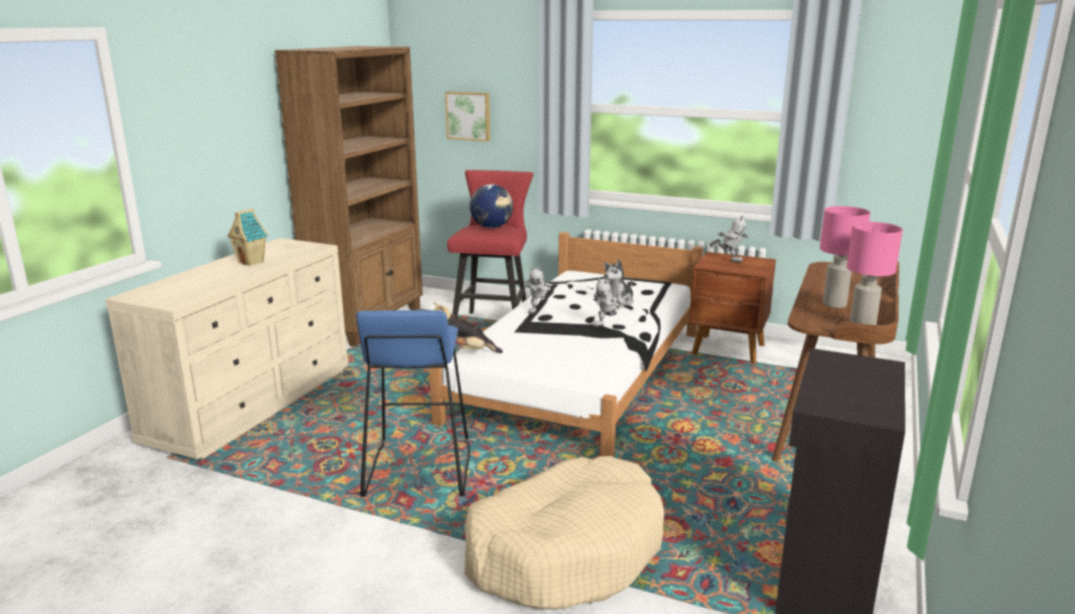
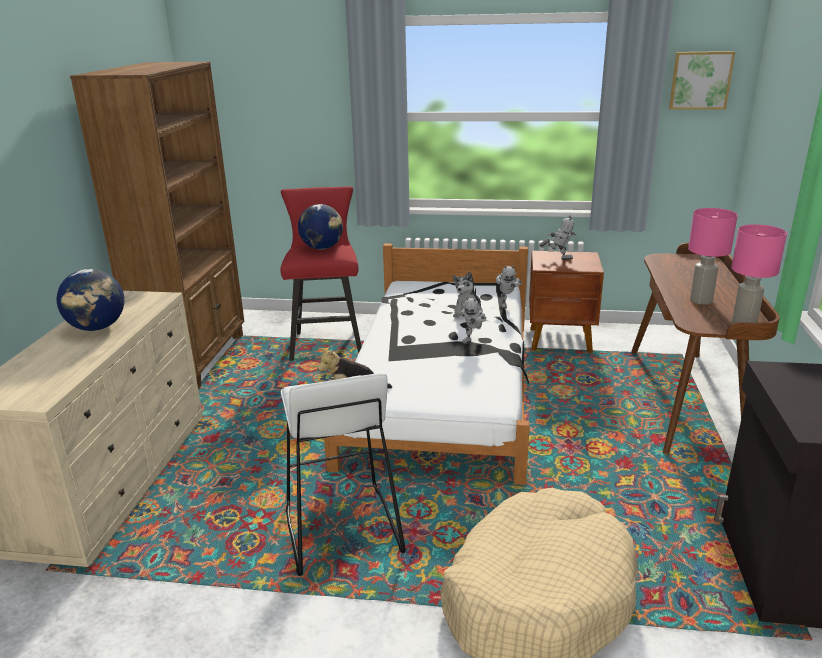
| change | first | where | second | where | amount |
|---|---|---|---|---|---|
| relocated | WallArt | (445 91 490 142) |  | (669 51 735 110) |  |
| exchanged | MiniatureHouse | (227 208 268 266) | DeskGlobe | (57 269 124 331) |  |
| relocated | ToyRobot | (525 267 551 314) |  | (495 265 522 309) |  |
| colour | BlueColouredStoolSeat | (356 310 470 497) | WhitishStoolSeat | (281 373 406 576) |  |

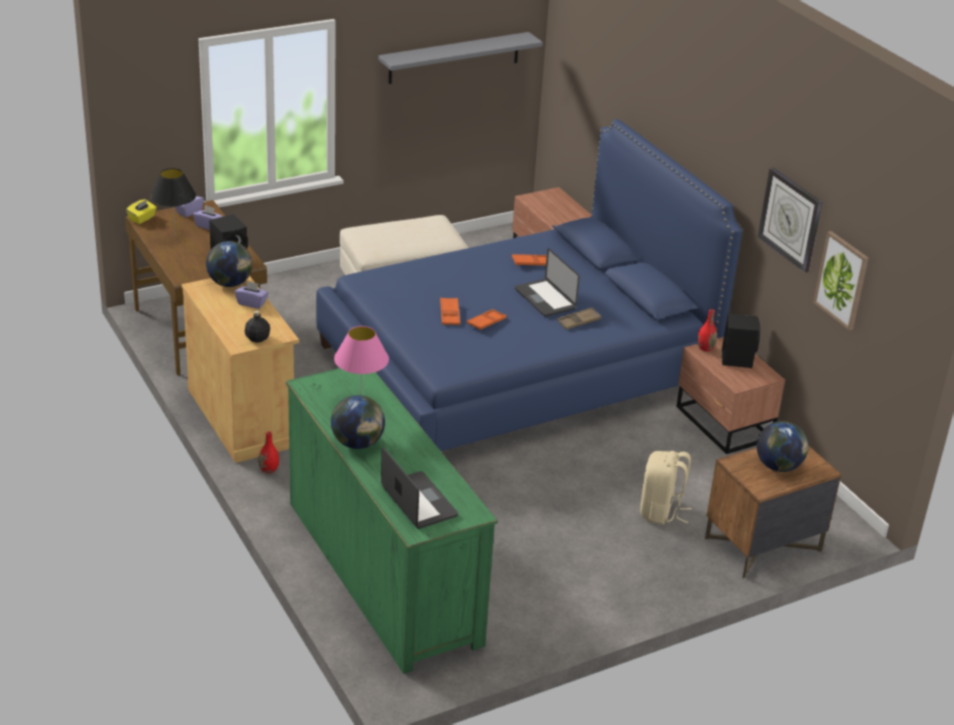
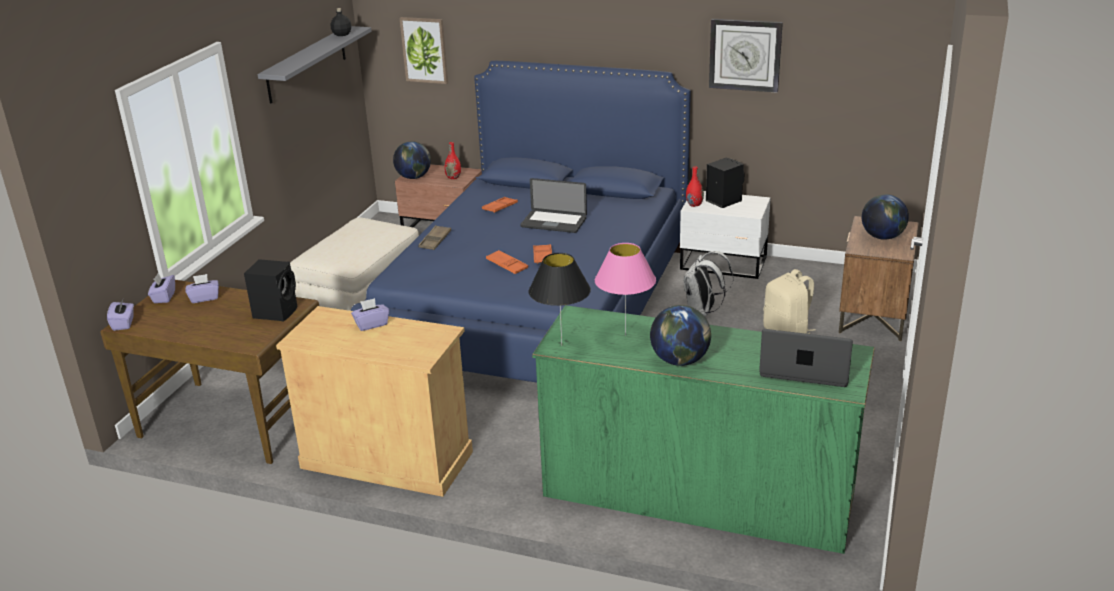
| change | first | where | second | where | amount |
|---|---|---|---|---|---|
| relocated | BlackishTabletopLamp | (150 168 196 237) |  | (529 253 591 346) |  |
| colour | YellowTissueBox | (126 199 157 224) | PurpleColouredTissueBox | (107 299 134 331) |  |
| relocated | WallArt | (813 231 869 330) |  | (400 17 448 84) |  |
| relocated | DeskGlobe | (206 241 253 287) |  | (393 141 431 179) |  |
| relocated | BrownColouredCarryingTray | (557 307 601 330) |  | (418 225 451 250) |  |
| relocated | BlackishDrinkBottle | (245 310 270 343) |  | (331 8 352 36) |  |
| colour | BrownColouredNightstand | (676 337 785 454) | WhitishNightstand | (680 191 771 279) |  |
| relocated | ReddishVase | (258 432 279 474) |  | (444 142 461 179) |  |
| appeared |  |  | WhitishRucksack | (684 251 733 316) |  |

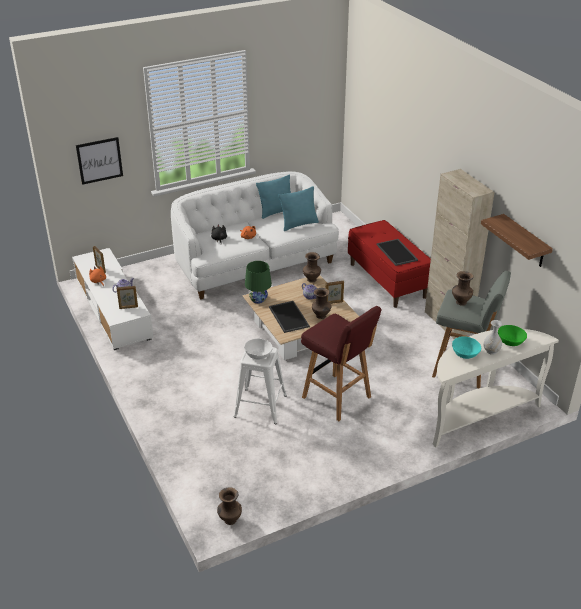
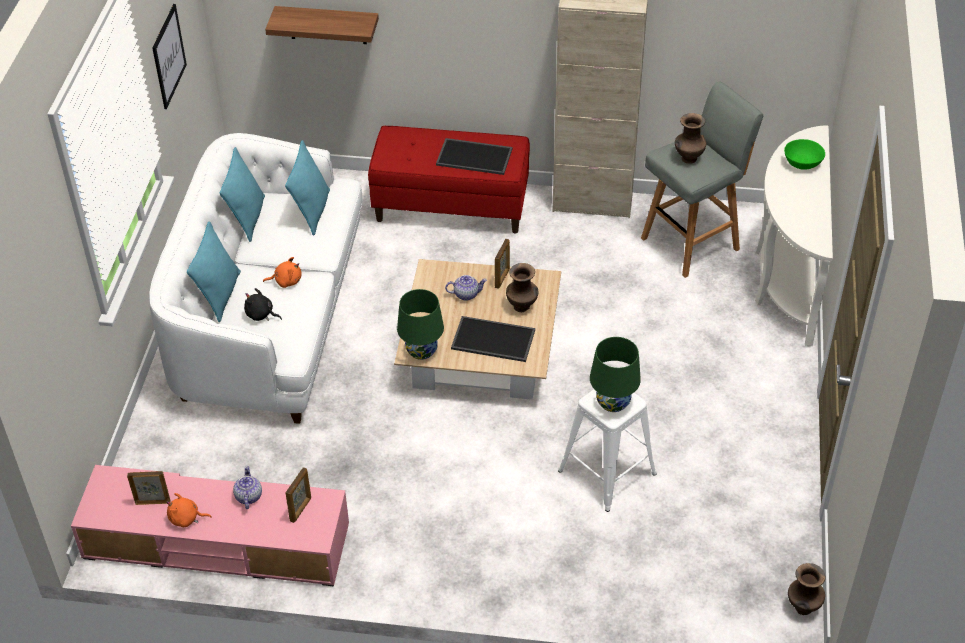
| change | first | where | second | where | amount |
|---|---|---|---|---|---|
| relocated | WallArt | (76 137 123 185) |  | (152 4 187 109) |  |
| relocated | BracketShelf | (481 214 553 267) |  | (265 6 379 44) |  |
| colour | WhitishTvUnit | (72 248 153 350) | PinkishTvUnit | (71 465 349 586) |  |
| missing | BrownColouredVase | (303 252 321 283) |  |  |  |
| missing | ReddishStoolSeat | (301 306 382 421) |  |  |  |
| missing | WhitishVase | (484 320 502 355) |  |  |  |
| missing | BlueGreenServingBowl | (452 336 481 359) |  |  |  |
| exchanged | WhitishServingBowl | (244 338 273 360) | GreenTabletopLamp | (590 337 641 412) |  |
| appeared |  |  | BlueGreenPillow | (187 221 241 322) |  |

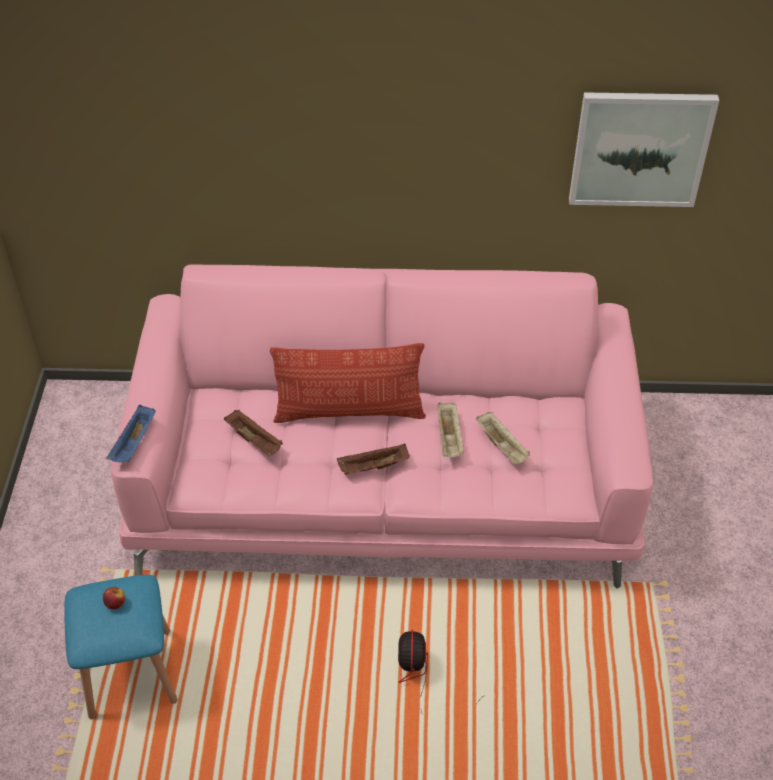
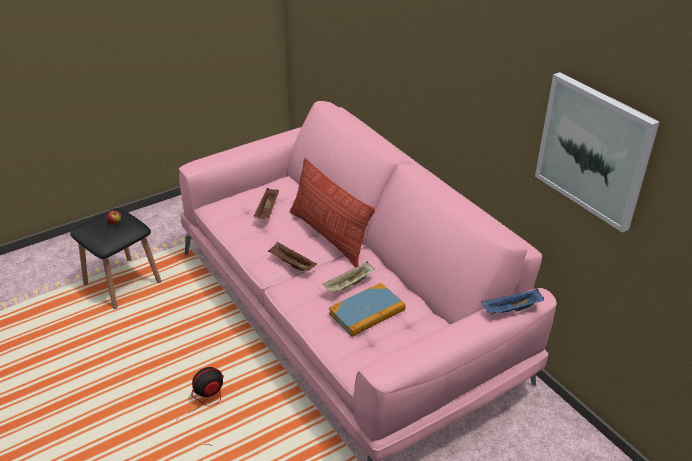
| change | first | where | second | where | amount |
|---|---|---|---|---|---|
| relocated | BlueColouredCarryingTray | (107 405 156 463) |  | (481 289 544 315) |  |
| exchanged | BeigeCarryingTray | (476 412 530 465) | Volume | (329 283 405 337) |  |
| colour | BlueColouredStoolSeat | (64 575 178 719) | BlackishStoolSeat | (70 208 161 309) |  |

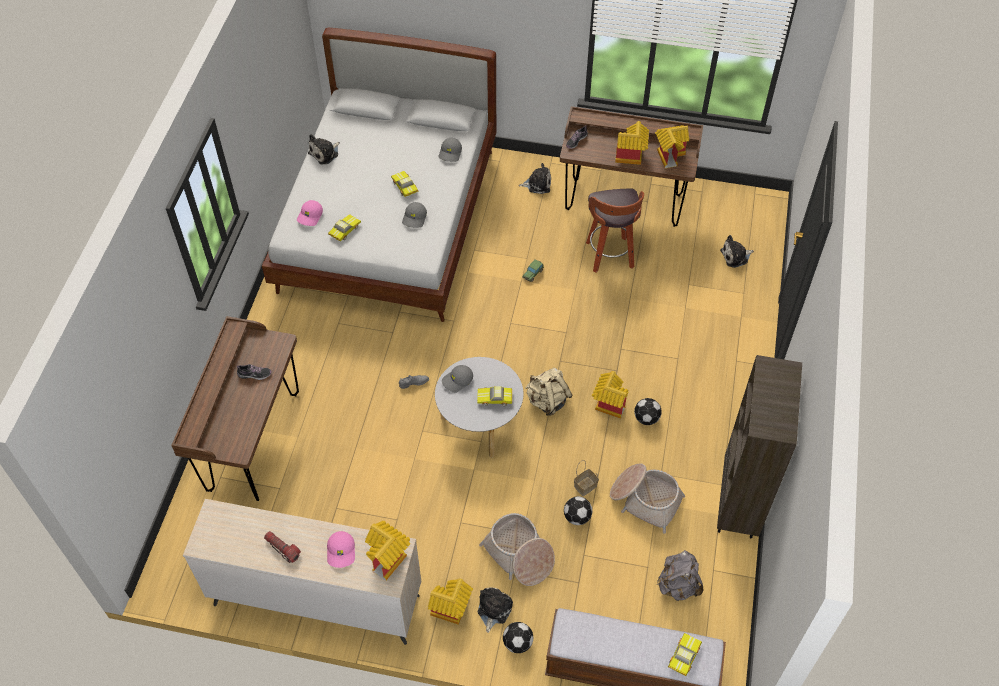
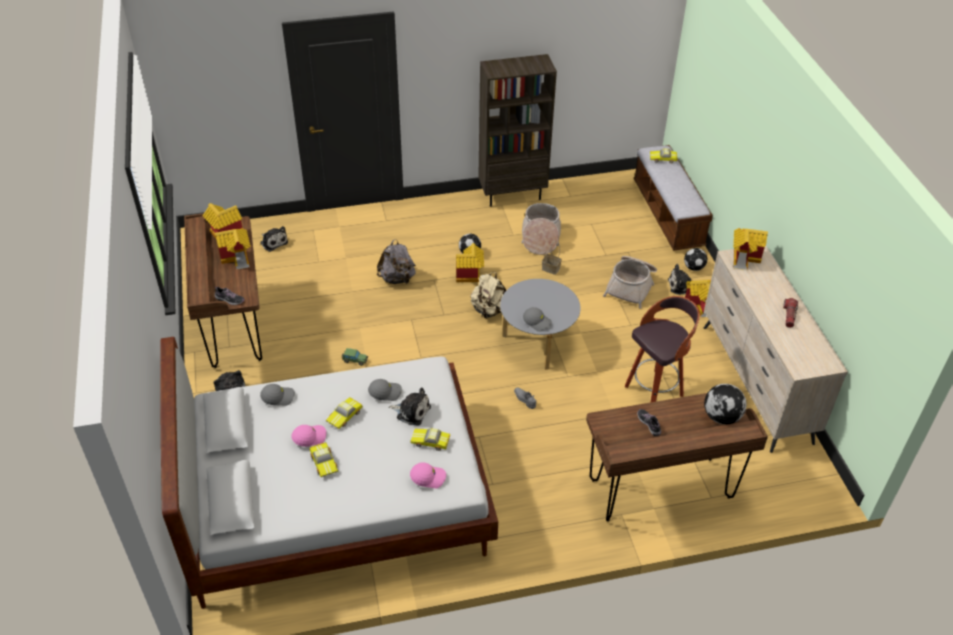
| change | first | where | second | where | amount |
|---|---|---|---|---|---|
| relocated | SoftToy | (308 134 340 165) |  | (389 387 431 426) |  |
| relocated | StoolSeat | (586 188 644 273) |  | (625 296 700 403) |  |
| relocated | ToyCar | (477 386 512 406) |  | (309 442 338 477) |  |
| missing | Football | (564 496 592 525) |  |  |  |
| relocated | PinkishCap | (327 531 355 568) |  | (291 425 326 447) |  |
| relocated | GrayRucksack | (656 550 704 601) |  | (377 239 416 284) |  |
| appeared |  |  | DeskGlobe | (704 384 747 424) |  |

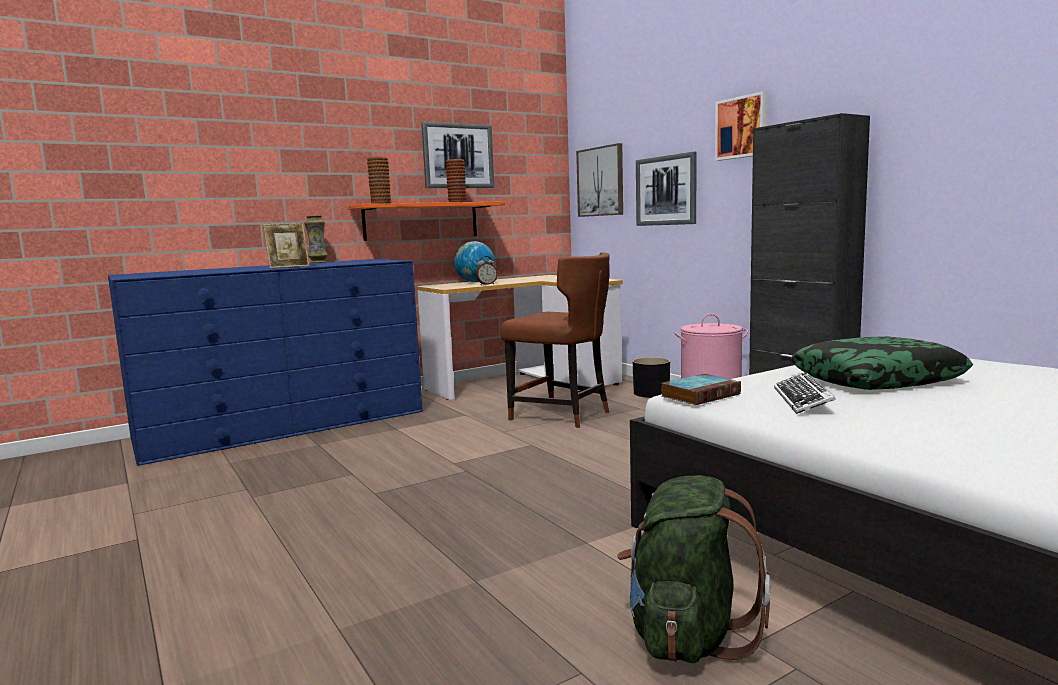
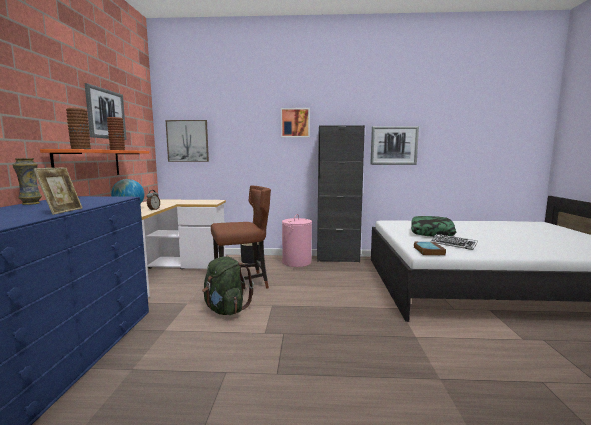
| change | first | where | second | where | amount |
|---|---|---|---|---|---|
| relocated | WallArt | (636 152 696 226) |  | (370 126 419 165) |  |
| relocated | GreenRucksack | (617 475 771 663) |  | (202 256 254 315) |  |

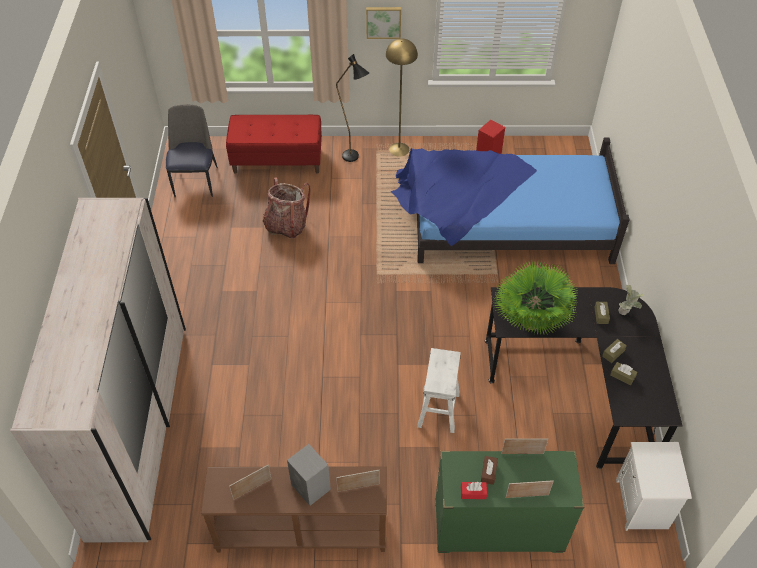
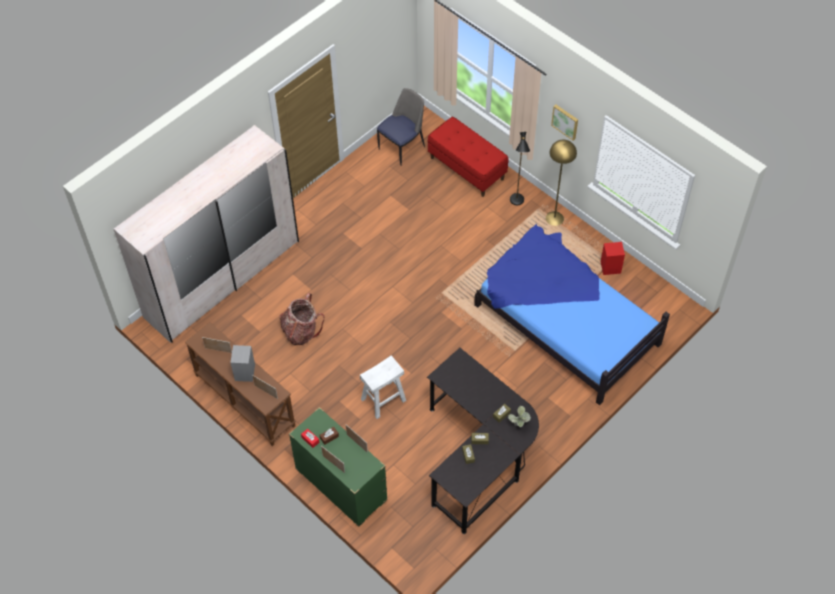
| change | first | where | second | where | amount |
|---|---|---|---|---|---|
| relocated | Rucksack | (263 177 311 238) |  | (279 293 324 345) |  |
| missing | PlantInAPot | (494 260 578 335) |  |  |  |
| missing | WhitishNightstand | (616 442 692 531) |  |  |  |

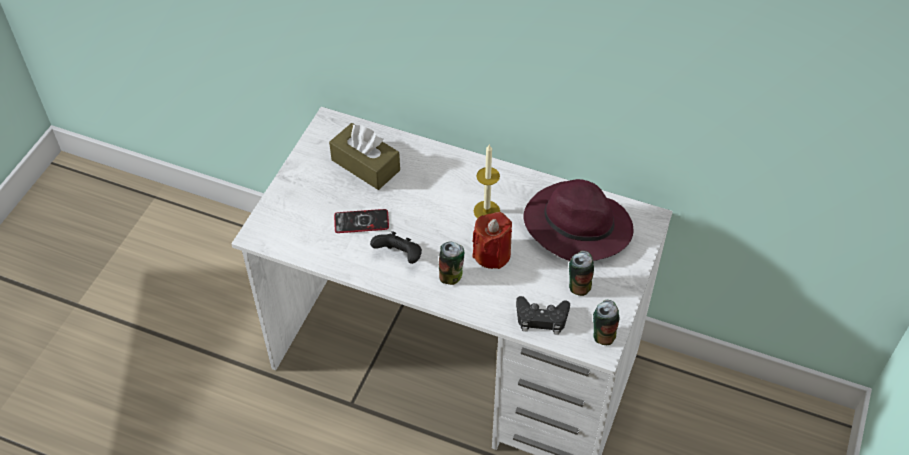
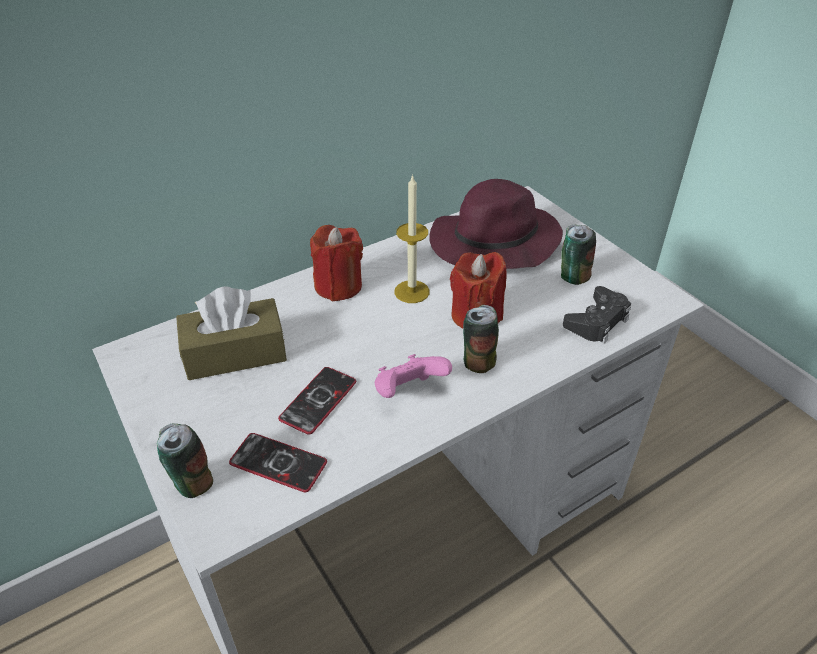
| change | first | where | second | where | amount |
|---|---|---|---|---|---|
| colour | BlackishJoypad | (370 231 422 264) | PinkishJoypad | (375 354 452 398) |  |
| relocated | MetalCan | (593 300 619 345) |  | (157 423 213 498) |  |
| appeared |  |  | ReddishWaxCandle | (310 225 363 301) |  |
| appeared |  |  | Phone | (229 433 327 492) |  |

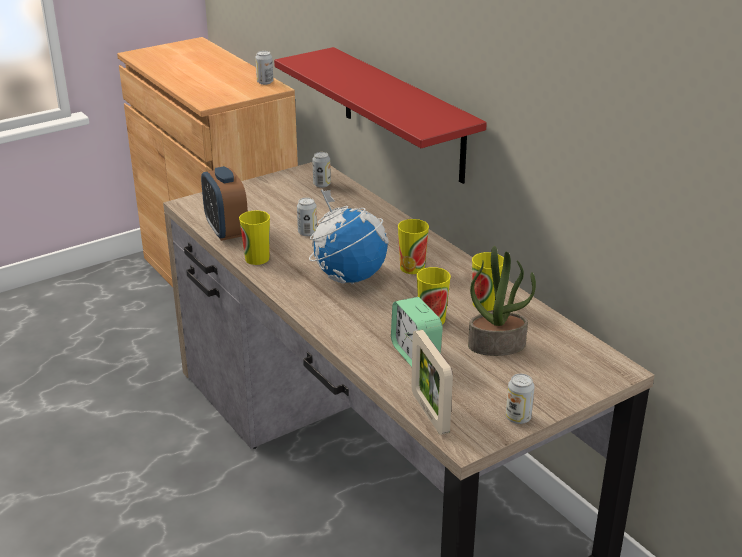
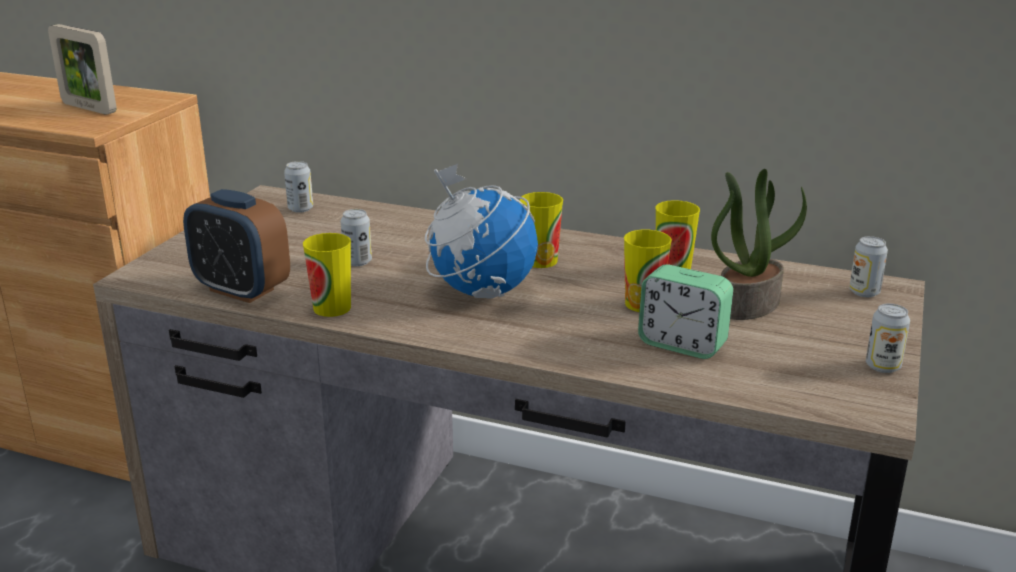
| change | first | where | second | where | amount |
|---|---|---|---|---|---|
| missing | ReddishBracketShelf | (274 47 487 184) |  |  |  |
| relocated | MetalCan | (255 51 273 85) |  | (849 236 888 297) |  |
| relocated | StandingFrame | (411 330 453 435) |  | (48 24 117 115) |  |

